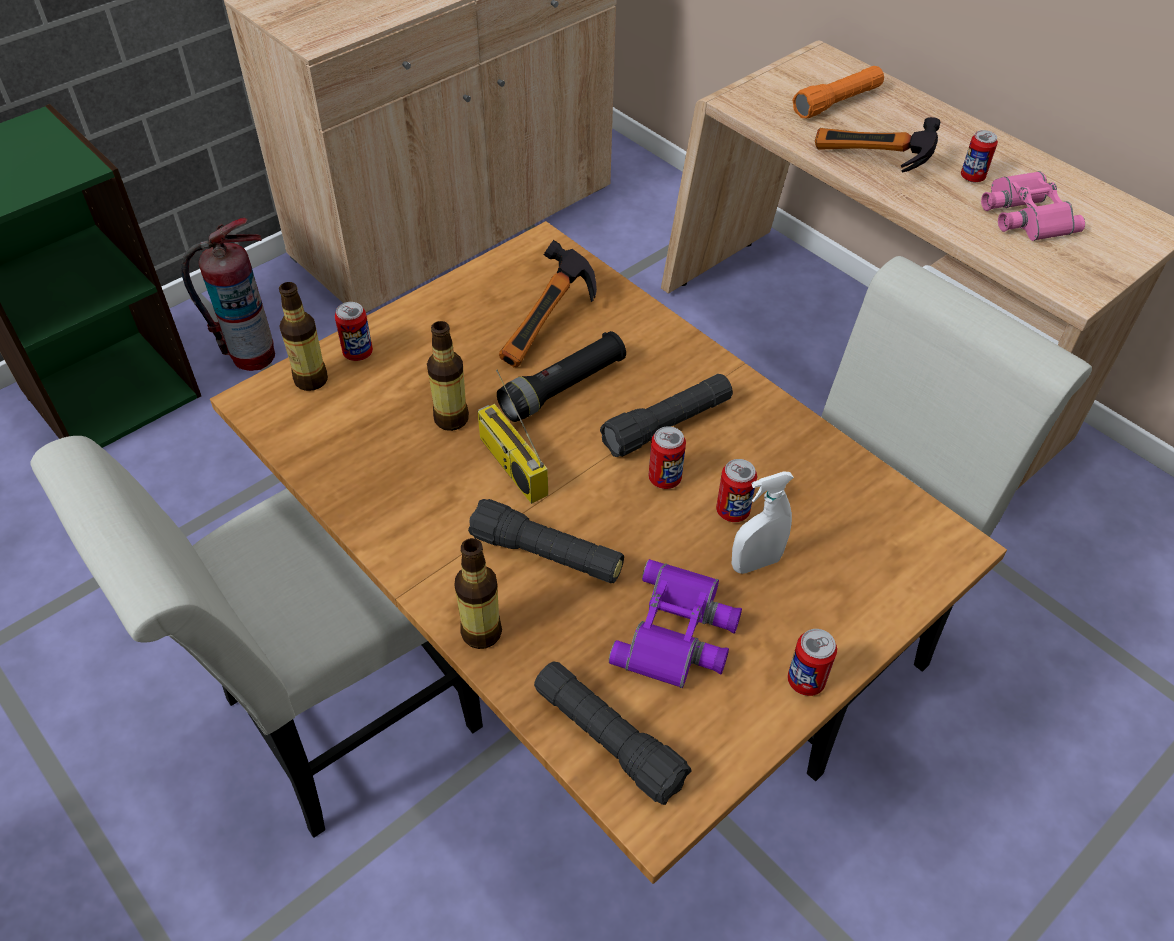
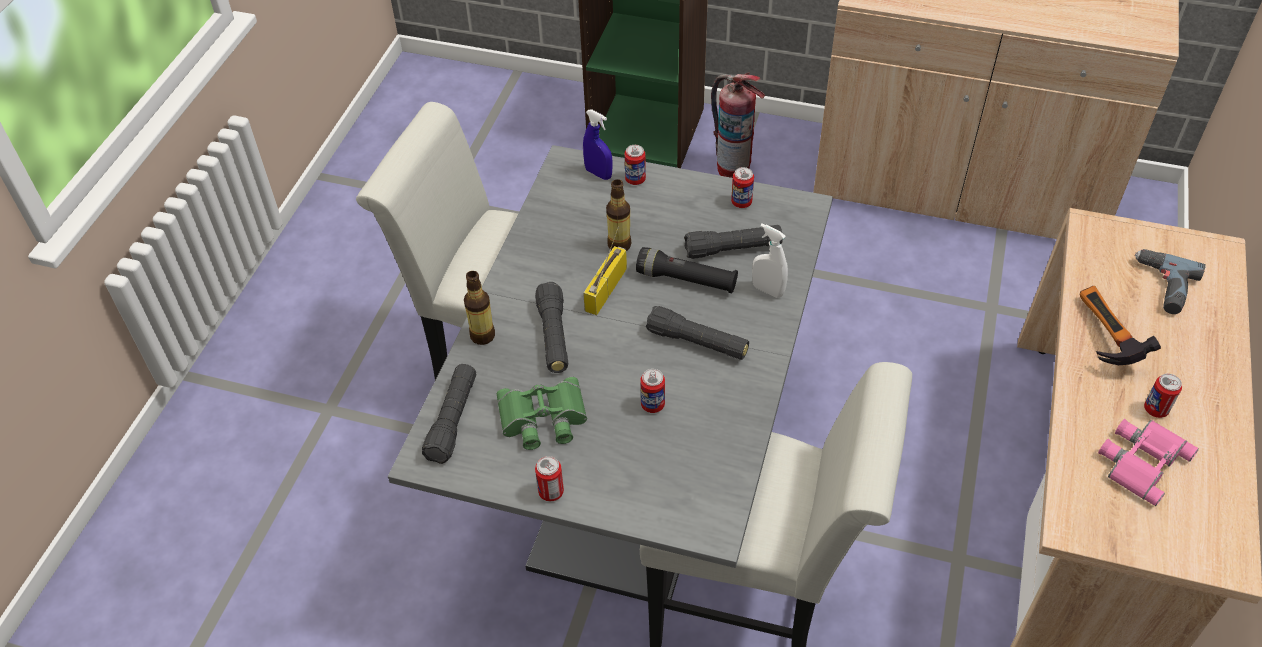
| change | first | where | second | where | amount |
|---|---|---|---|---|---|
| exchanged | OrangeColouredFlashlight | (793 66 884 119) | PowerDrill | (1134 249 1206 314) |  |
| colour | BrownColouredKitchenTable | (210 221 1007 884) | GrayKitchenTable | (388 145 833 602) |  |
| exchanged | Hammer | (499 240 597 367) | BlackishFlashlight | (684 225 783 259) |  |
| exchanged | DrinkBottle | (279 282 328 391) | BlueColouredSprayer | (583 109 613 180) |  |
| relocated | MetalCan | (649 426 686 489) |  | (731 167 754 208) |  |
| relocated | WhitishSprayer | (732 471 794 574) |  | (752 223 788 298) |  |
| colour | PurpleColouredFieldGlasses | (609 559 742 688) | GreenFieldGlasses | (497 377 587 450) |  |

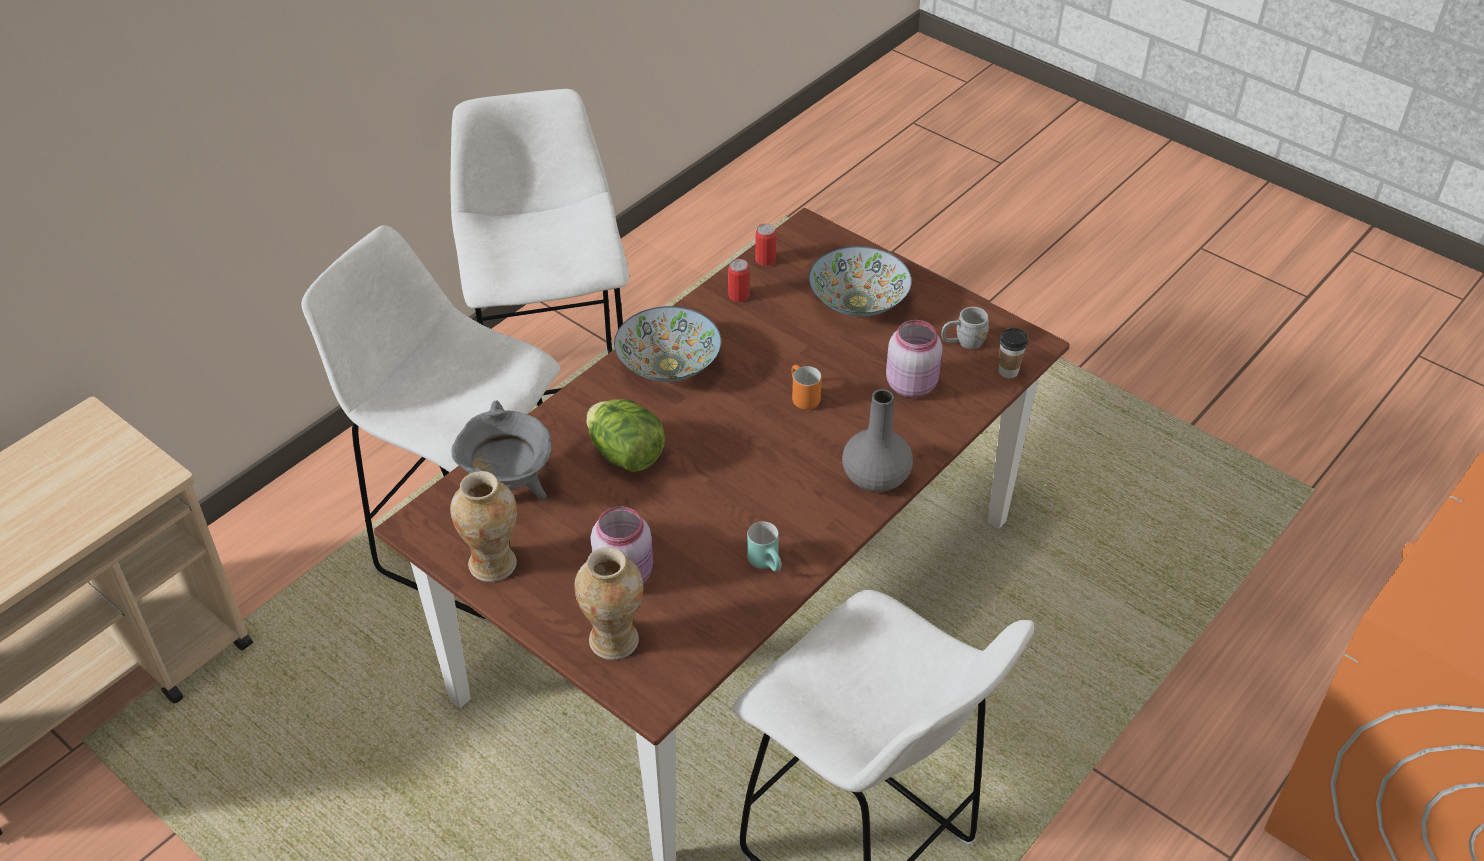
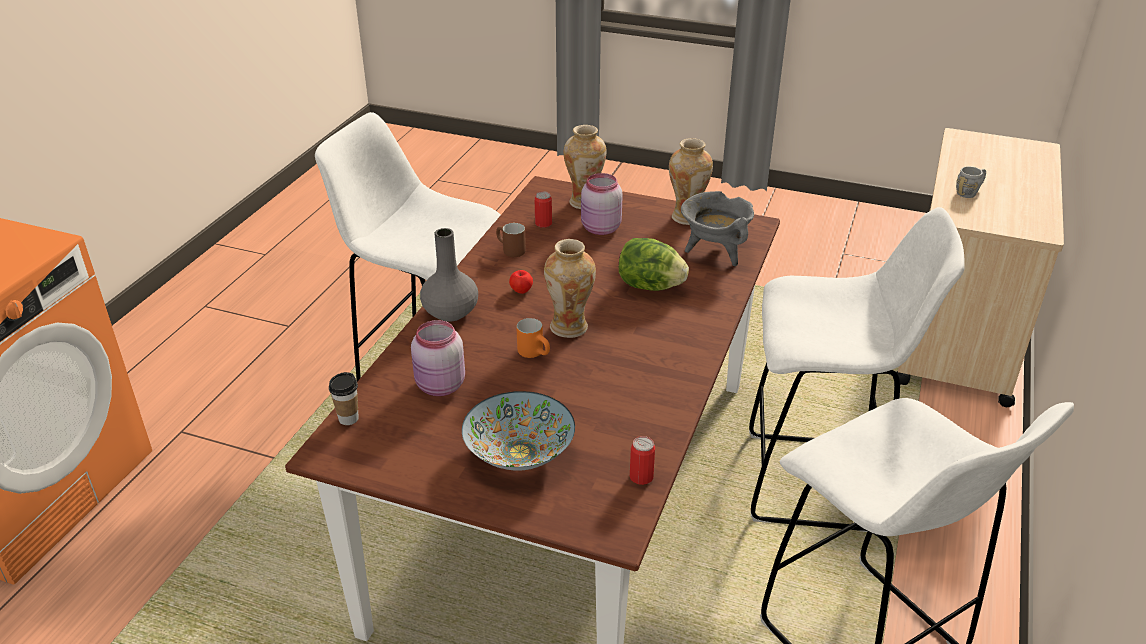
| change | first | where | second | where | amount |
|---|---|---|---|---|---|
| relocated | MetalCan | (728 259 749 302) |  | (534 191 552 228) |  |
| missing | ServingBowl | (614 306 721 382) |  |  |  |
| relocated | GrayCoffeeMug | (941 307 989 349) |  | (956 166 986 198) |  |
| colour | BlueGreenCoffeeMug | (747 521 781 571) | BrownColouredCoffeeMug | (496 223 526 257) |  |
| appeared |  |  | Vase | (544 239 596 338) |  |
| appeared |  |  | Apple | (509 270 533 294) |  |

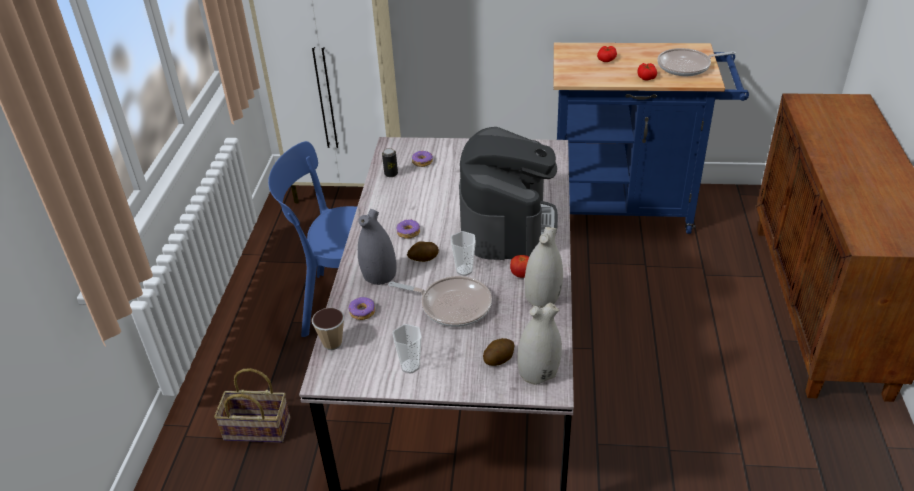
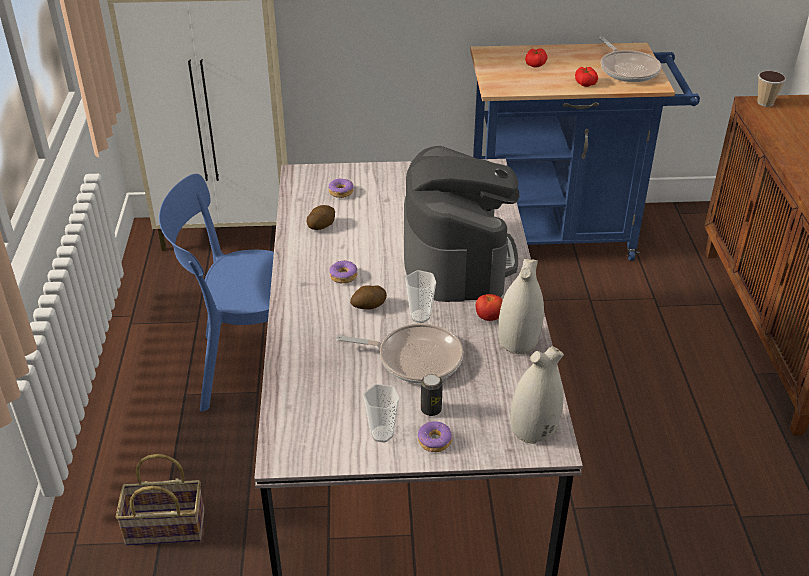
| change | first | where | second | where | amount |
|---|---|---|---|---|---|
| spun | Skillet | (657 48 736 76) |  | (599 37 662 82) | 90 degrees counterclockwise |
| relocated | MetalCan | (382 148 398 177) |  | (421 374 443 416) |  |
| missing | GrayVase | (358 209 396 285) |  |  |  |
| relocated | Doughnut | (349 297 375 320) |  | (418 421 452 452) |  |
| relocated | DrinkingCup | (312 308 344 350) |  | (758 71 786 107) |  |
| relocated | Potato | (483 338 514 366) |  | (306 205 335 230) |  |

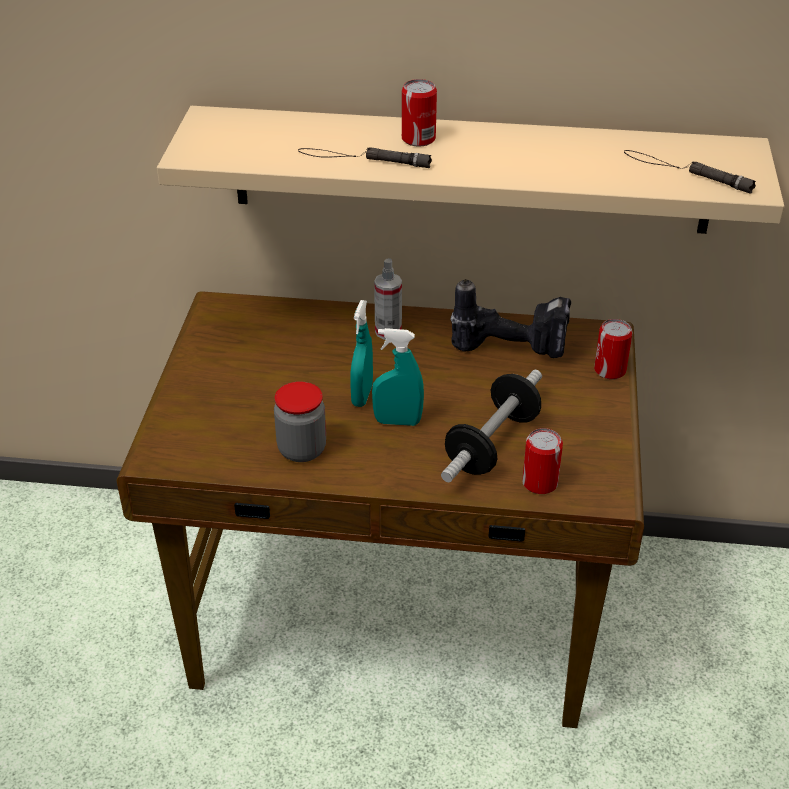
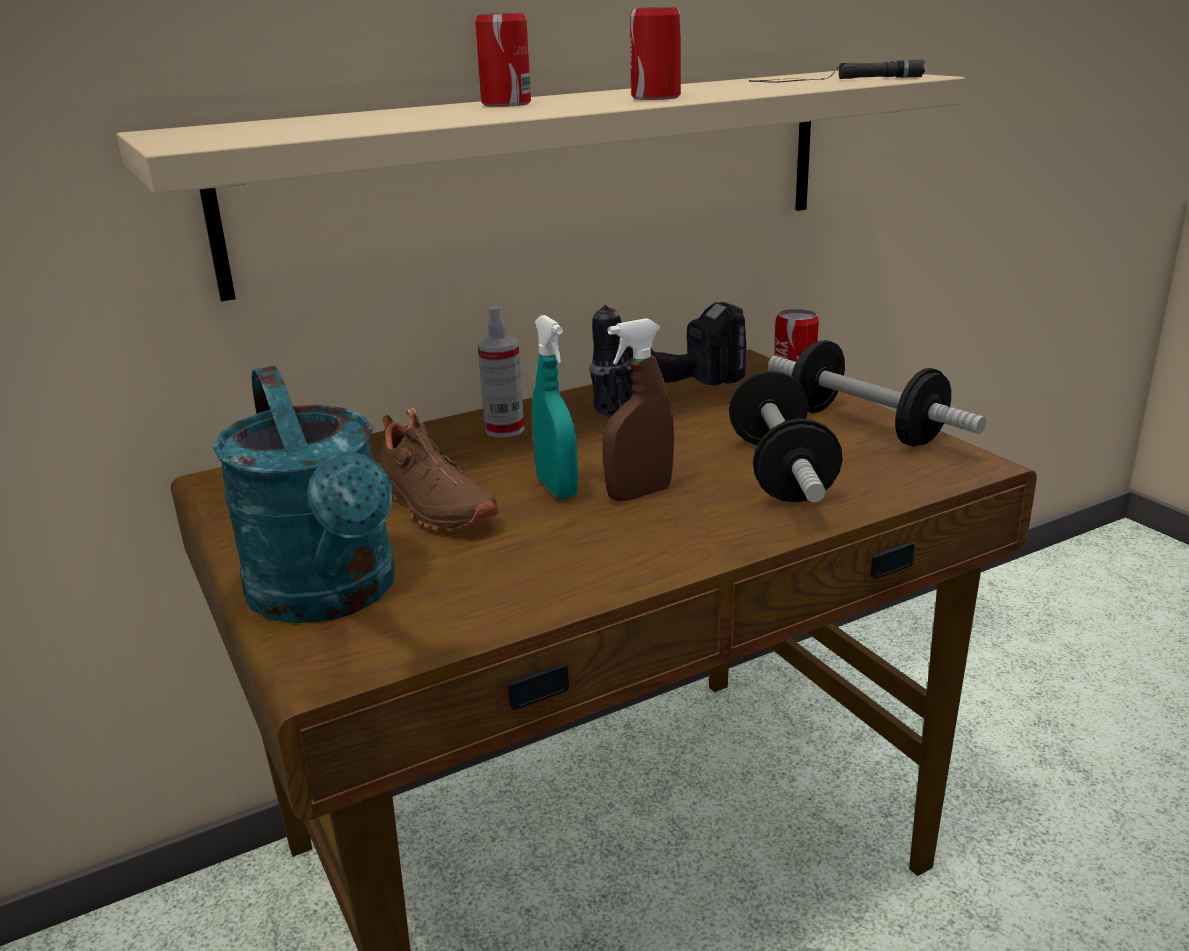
| change | first | where | second | where | amount |
|---|---|---|---|---|---|
| missing | BlackishFlashlight | (298 147 432 168) |  |  |  |
| colour | BlueGreenSprayer | (372 328 424 426) | BrownColouredSprayer | (603 318 674 502) |  |
| missing | PreserveJar | (274 382 326 462) |  |  |  |
| relocated | MetalCan | (522 428 563 494) |  | (630 7 681 100) |  |
| appeared |  |  | Dumbbell | (768 340 987 447) |  |
| appeared |  |  | BlueGreenWateringCan | (213 366 395 623) |  |
| appeared |  |  | BrownColouredLowShoe | (379 408 499 531) |  |

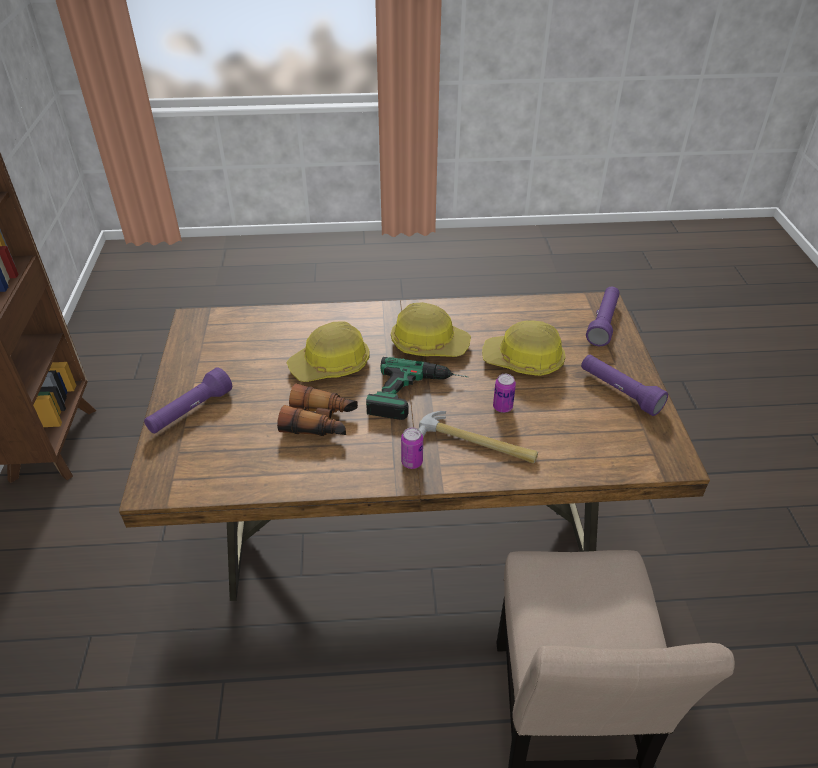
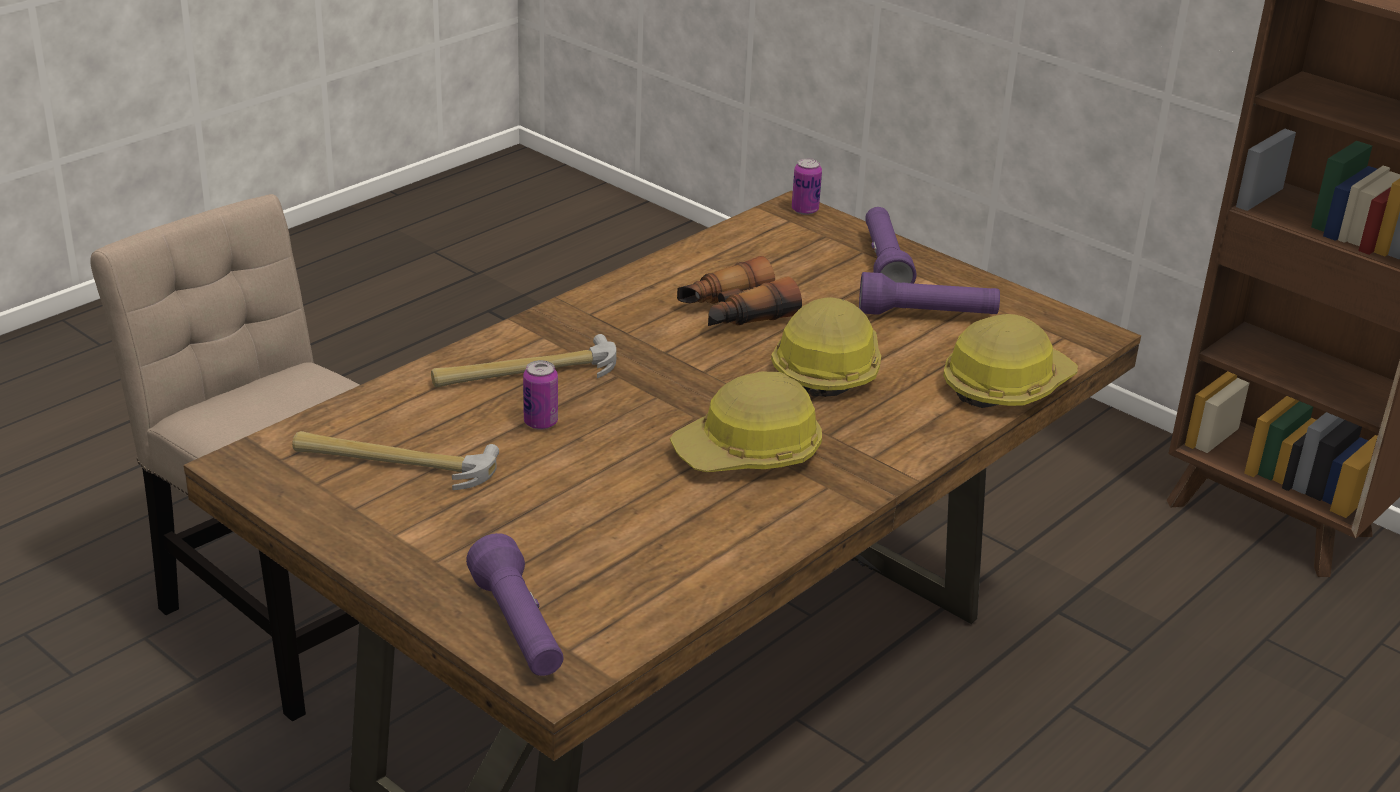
| change | first | where | second | where | amount |
|---|---|---|---|---|---|
| relocated | HardHat | (482 320 566 376) |  | (943 314 1078 408) |  |
| relocated | PurpleColouredFlashlight | (581 355 668 416) |  | (859 272 1000 315) |  |
| missing | PowerDrill | (366 357 468 420) |  |  |  |
| relocated | MetalCan | (401 427 423 469) |  | (792 158 822 215) |  |
| appeared |  |  | Hammer | (292 431 499 490) |  |

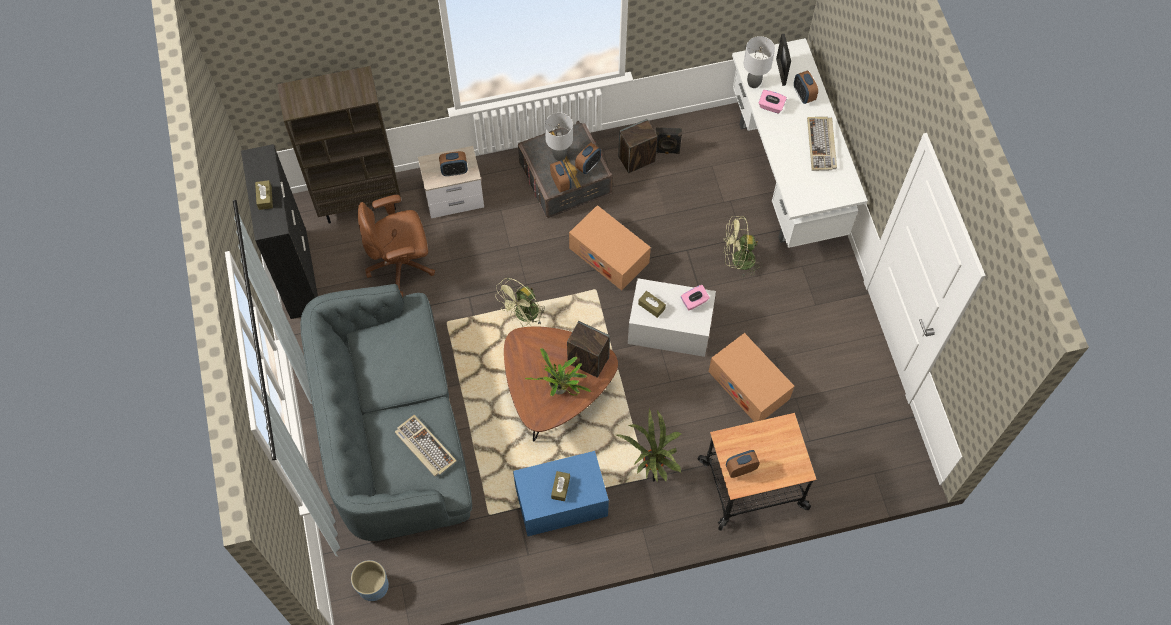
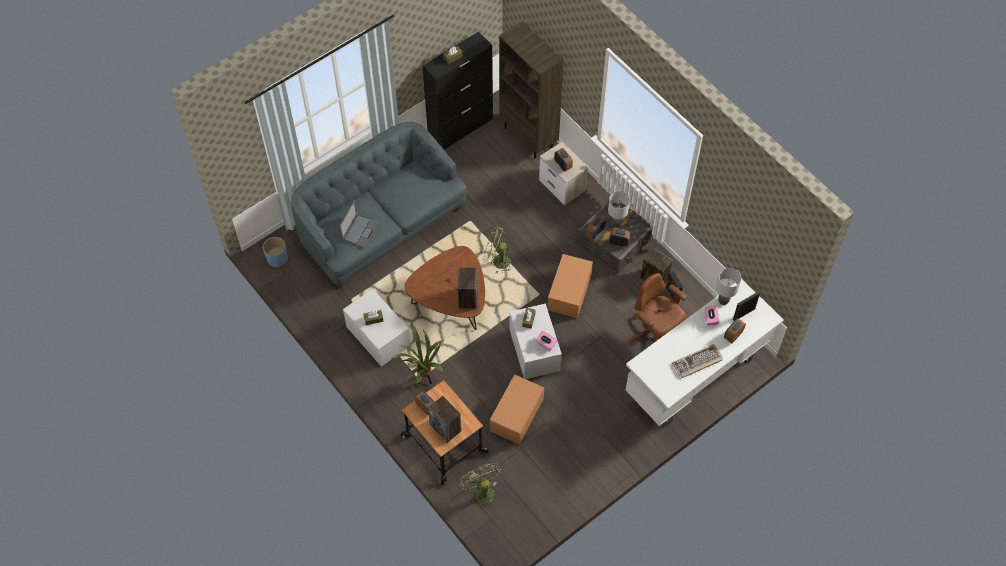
| change | first | where | second | where | amount |
|---|---|---|---|---|---|
| relocated | BrownColouredDeskChair | (358 195 435 297) |  | (630 273 687 345) |  |
| relocated | GreenFan | (724 216 763 278) |  | (460 462 501 511) |  |
| missing | PlantInAPot | (524 348 591 396) |  |  |  |
| exchanged | PcKeyboard | (395 415 457 477) | Laptop | (339 200 379 248) |  |
| colour | BlueColouredStorageBox | (513 451 609 536) | WhitishStorageBox | (343 289 411 367) |  |
| appeared |  |  | Speaker | (428 396 462 443) |  |

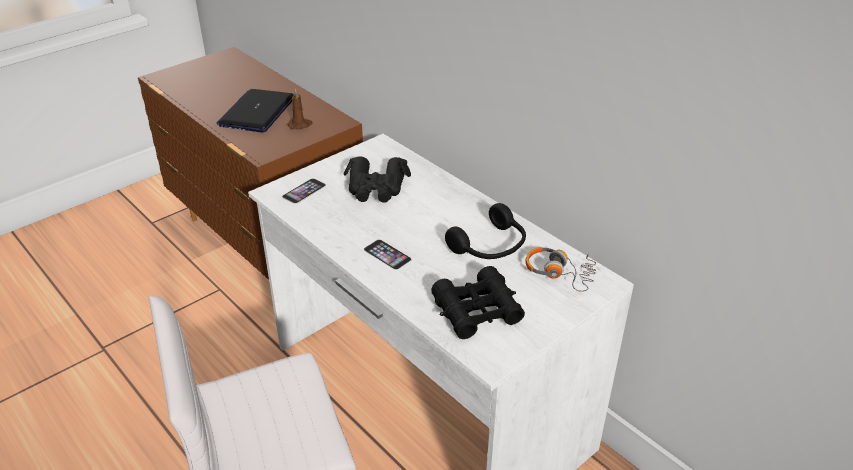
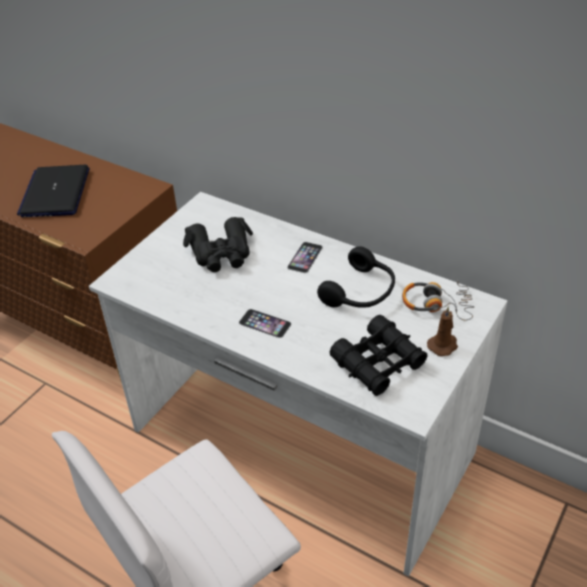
| change | first | where | second | where | amount |
|---|---|---|---|---|---|
| relocated | BrownColouredWaxCandle | (288 89 312 129) |  | (427 306 458 356) |  |
| relocated | Phone | (282 178 326 204) |  | (287 242 323 273) |  |

